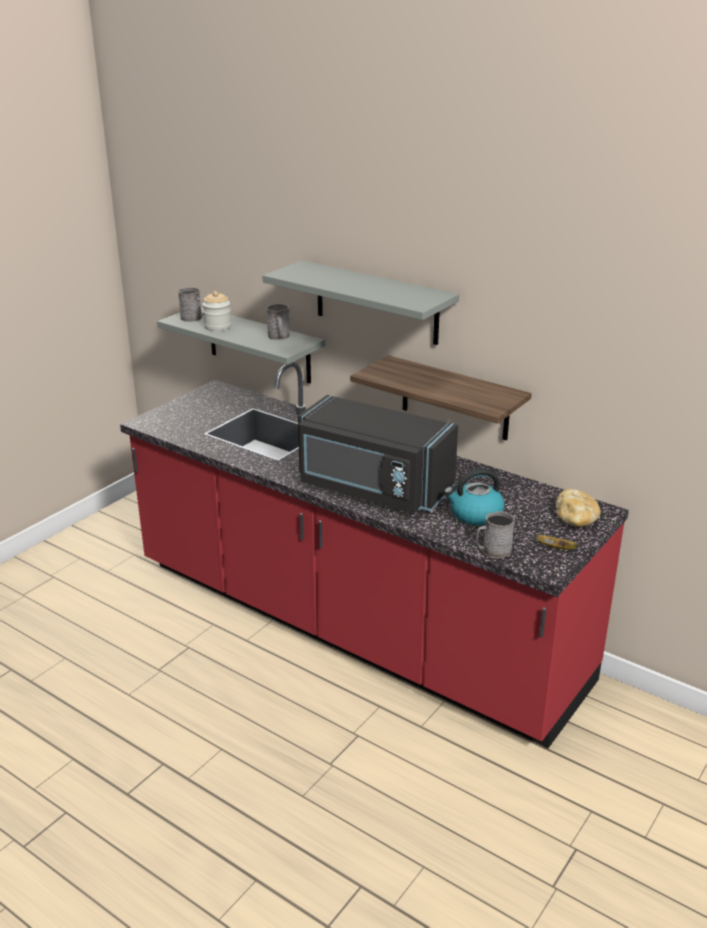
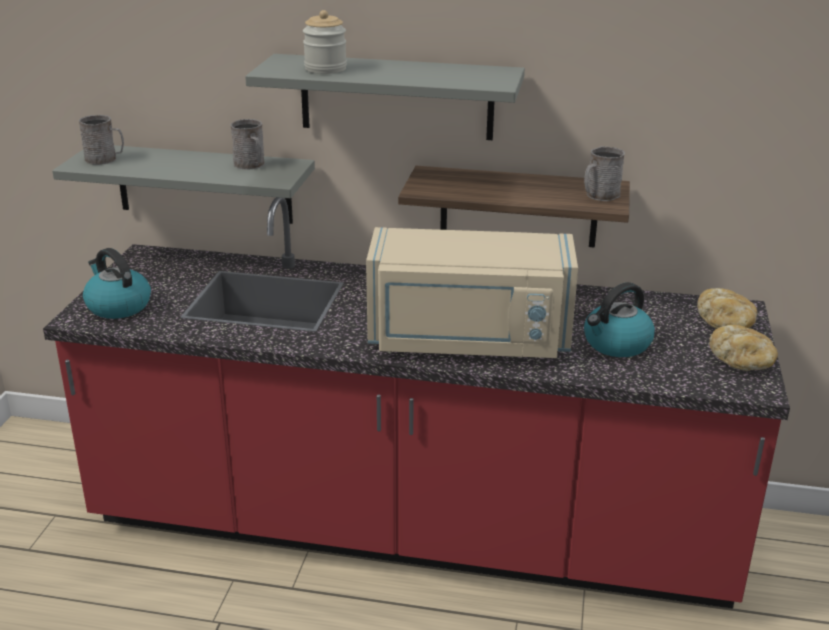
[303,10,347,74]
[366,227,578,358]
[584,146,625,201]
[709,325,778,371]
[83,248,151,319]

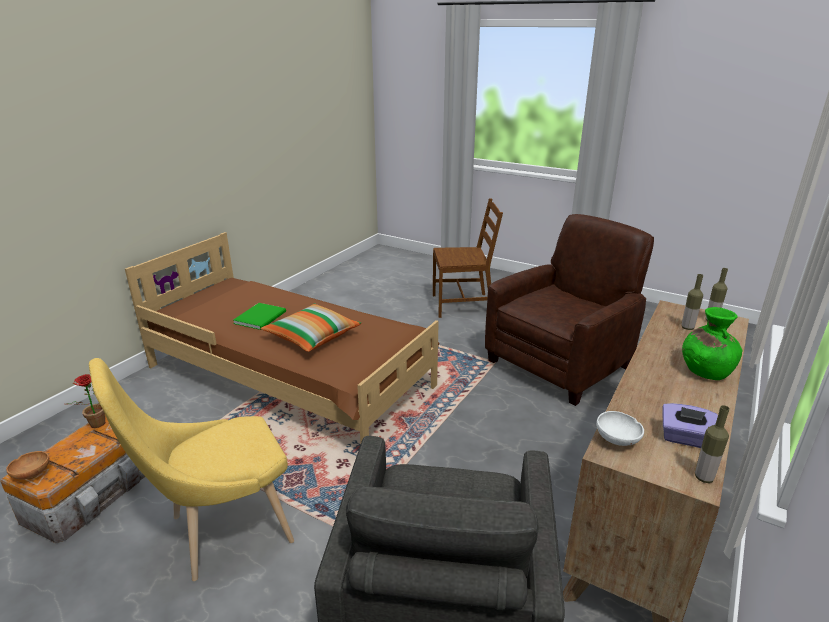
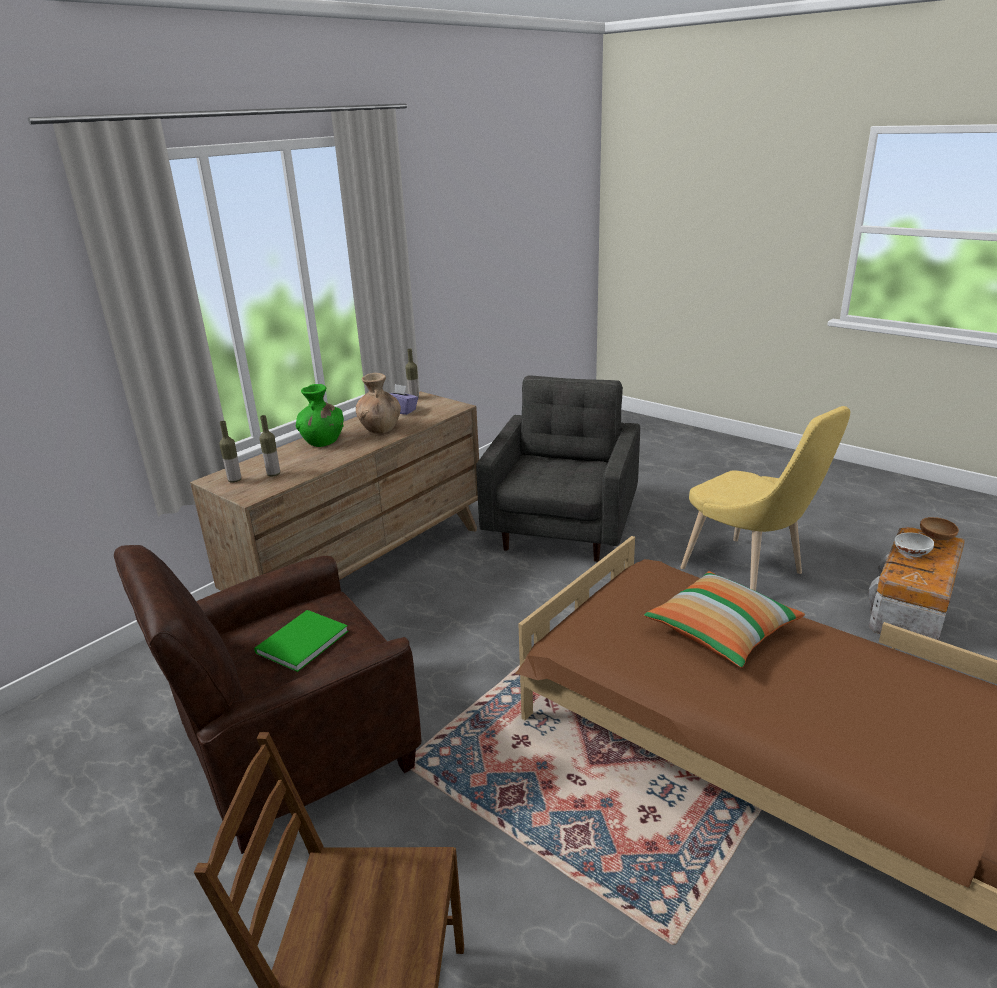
[254,610,348,672]
[680,406,850,591]
[66,374,105,428] (first image)
[894,533,934,557]
[356,373,401,434]

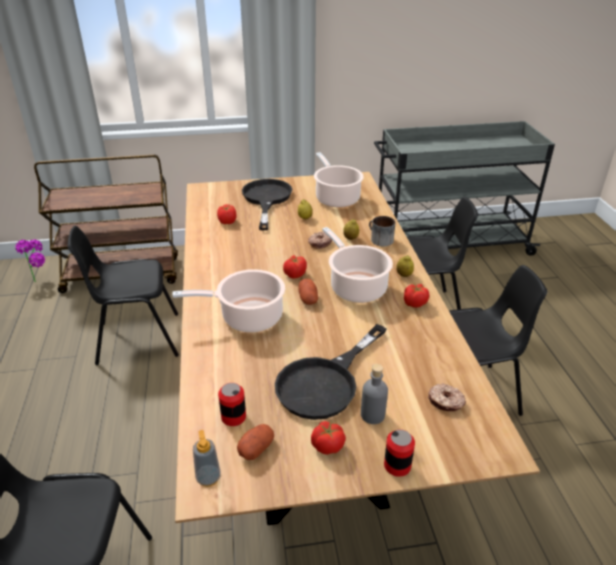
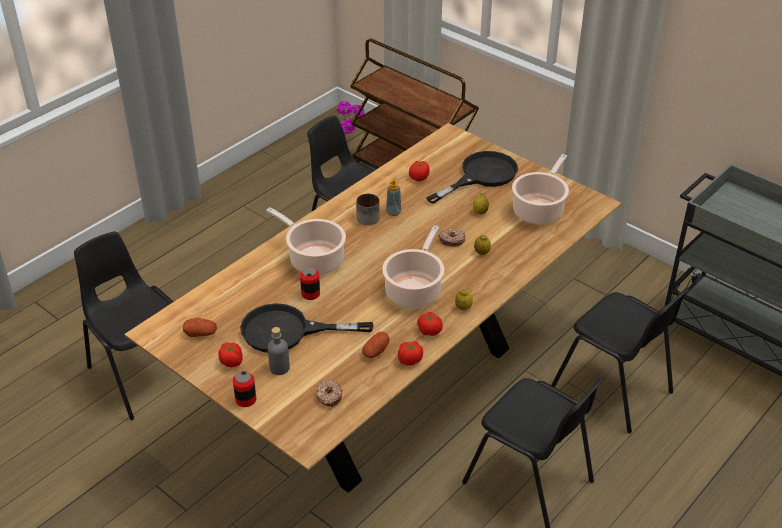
[356,194,380,225]
[398,341,423,366]
[362,332,390,358]
[300,267,320,300]
[386,178,401,216]

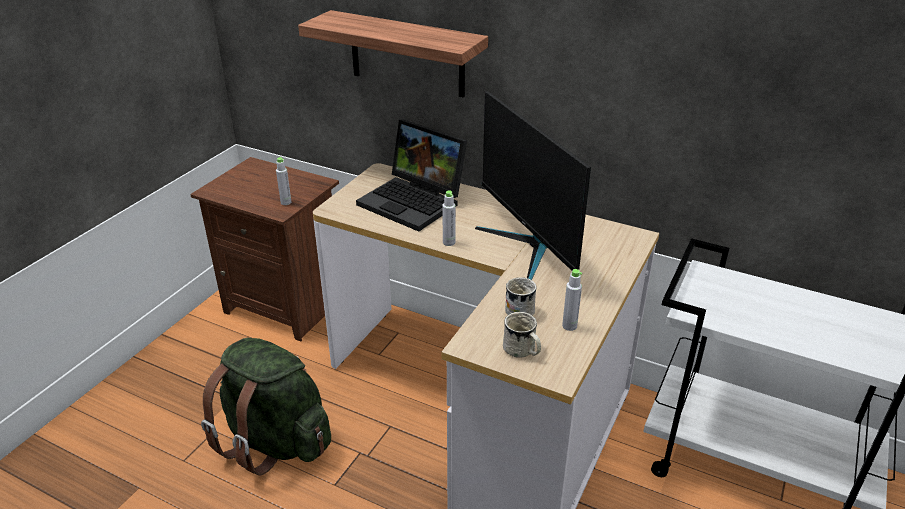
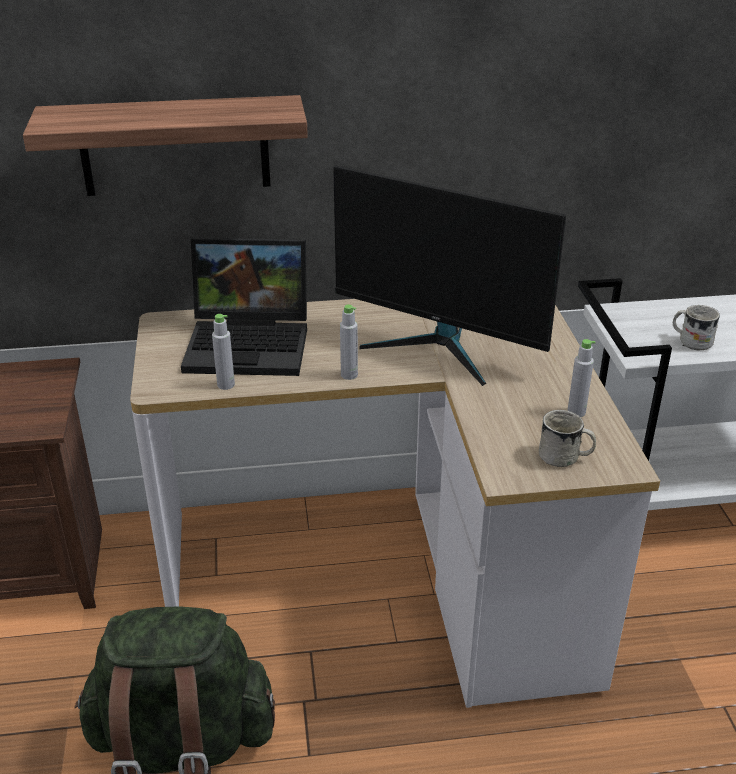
[212,314,235,390]
[673,305,720,350]

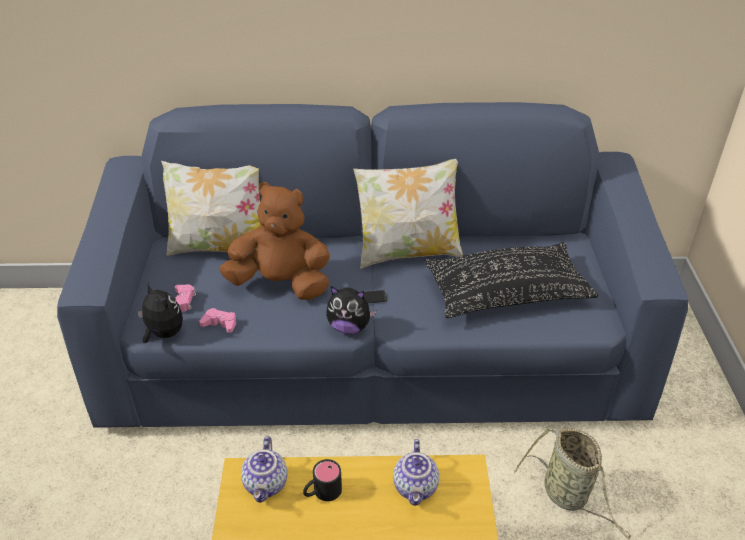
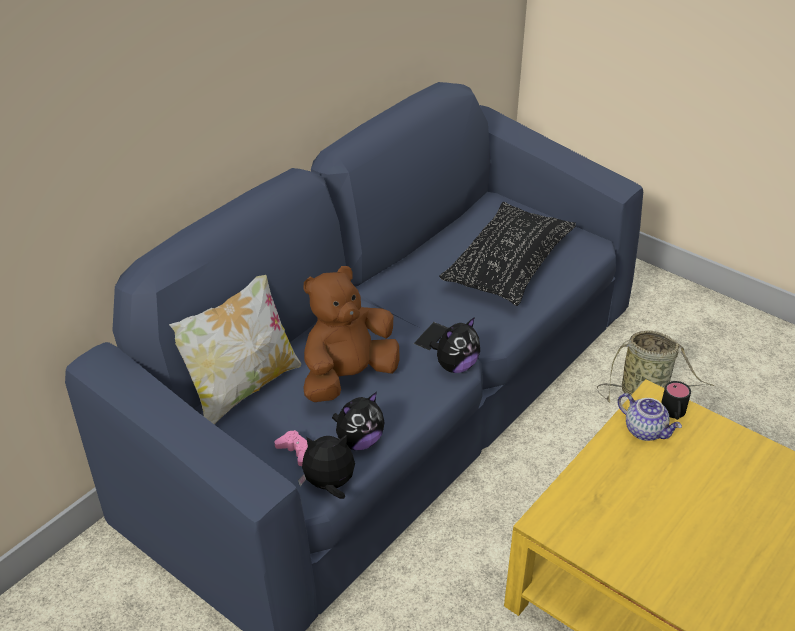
[353,159,463,269] (first image)
[332,392,384,450]
[241,436,287,503] (first image)
[661,381,691,420]

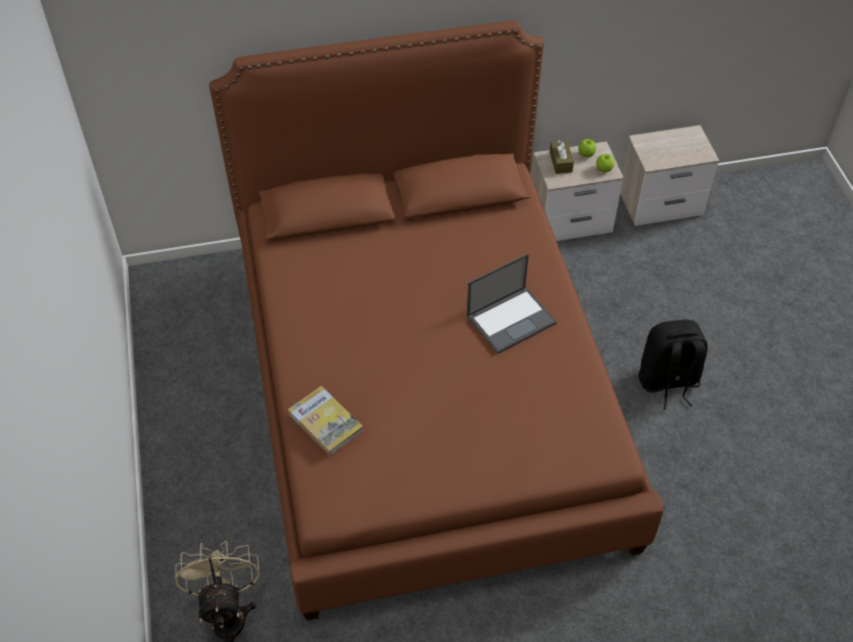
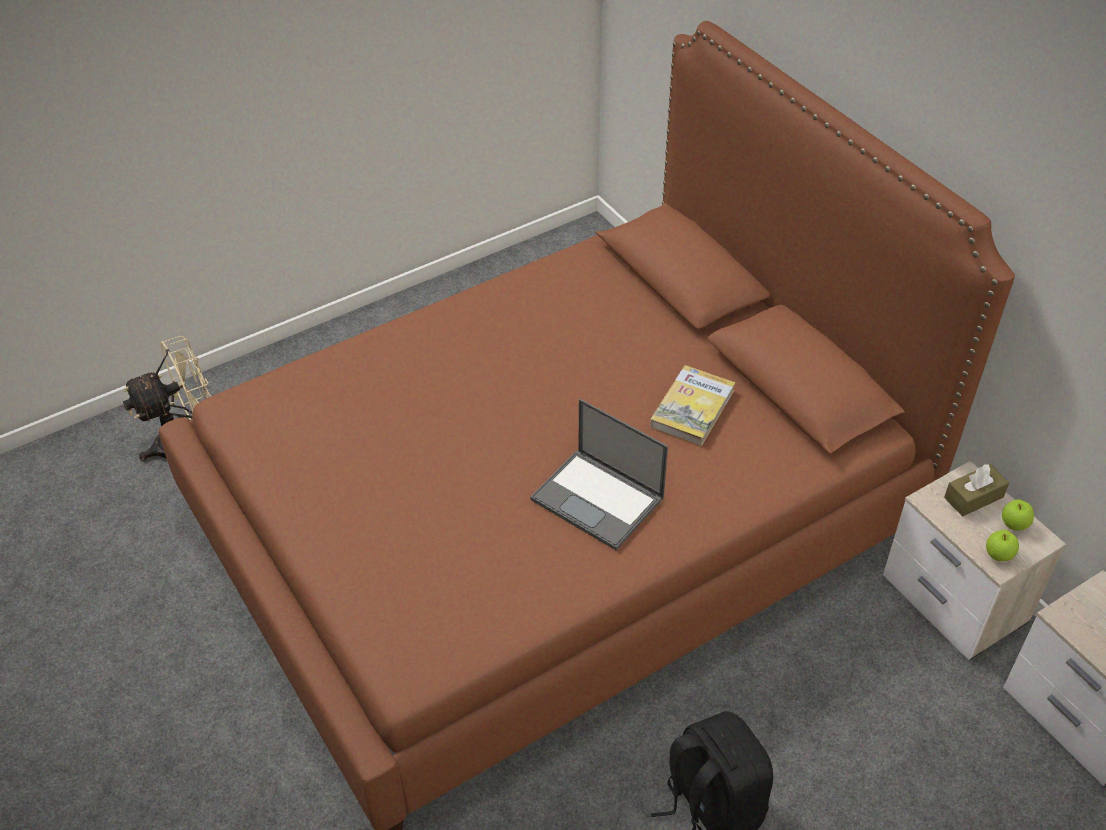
[650,365,736,446]

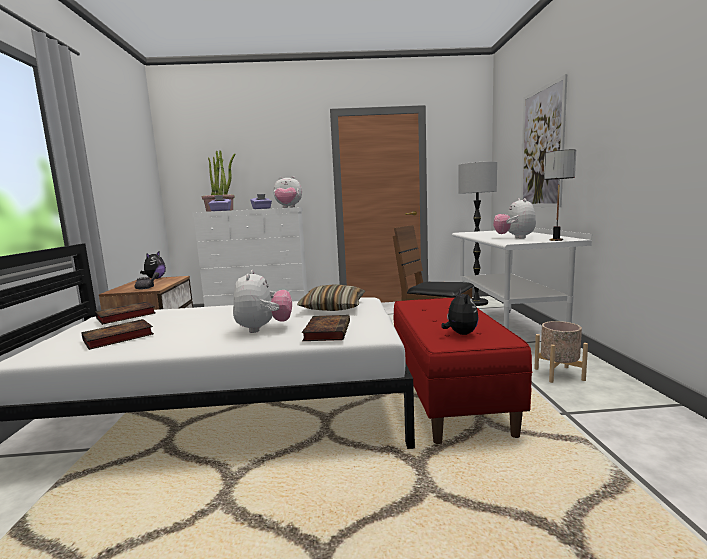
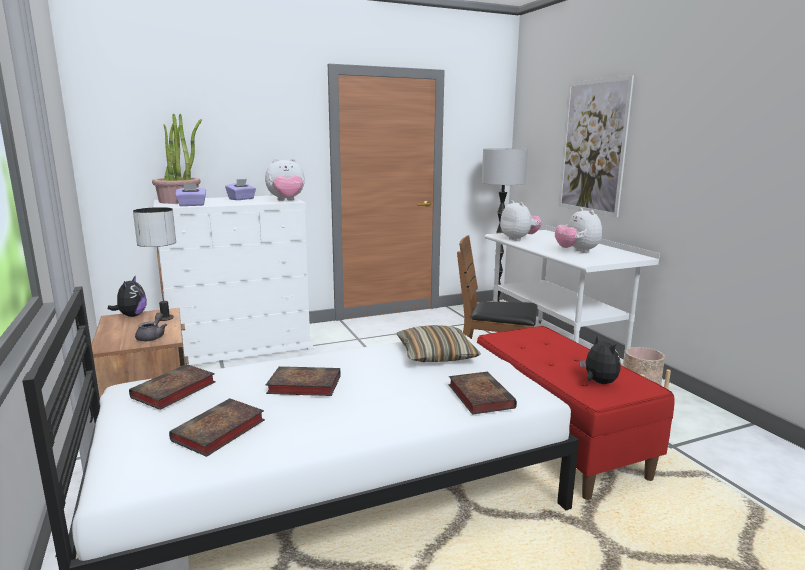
[133,207,176,321]
[500,200,542,241]
[266,366,341,396]

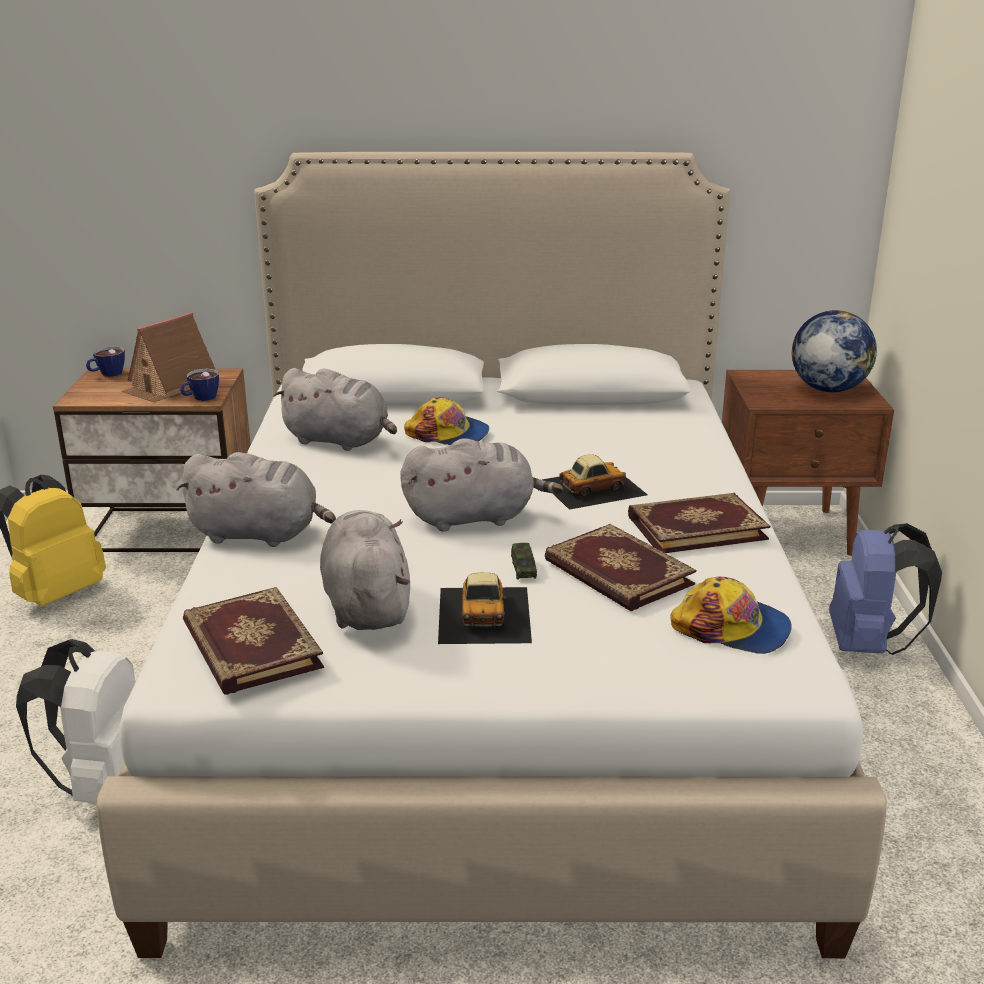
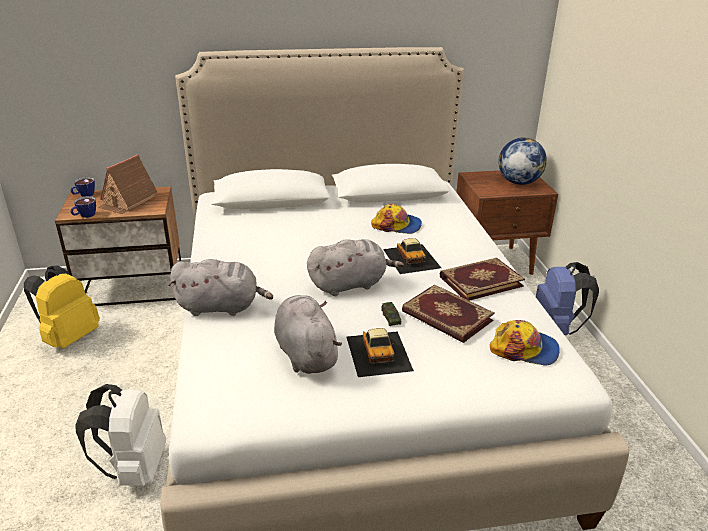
[274,368,397,451] (first image)
[70,196,96,218]
[371,204,422,234]
[383,238,441,274]
[183,587,324,695] (first image)

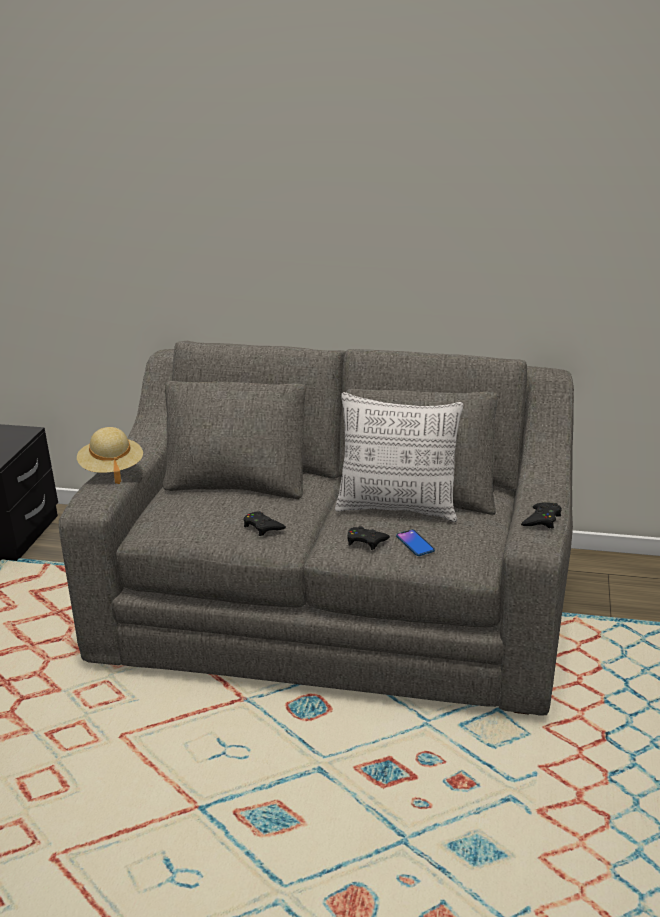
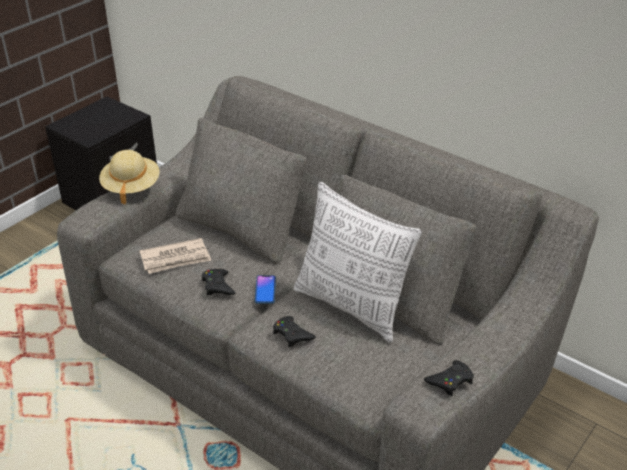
[255,275,276,304]
[140,238,211,274]

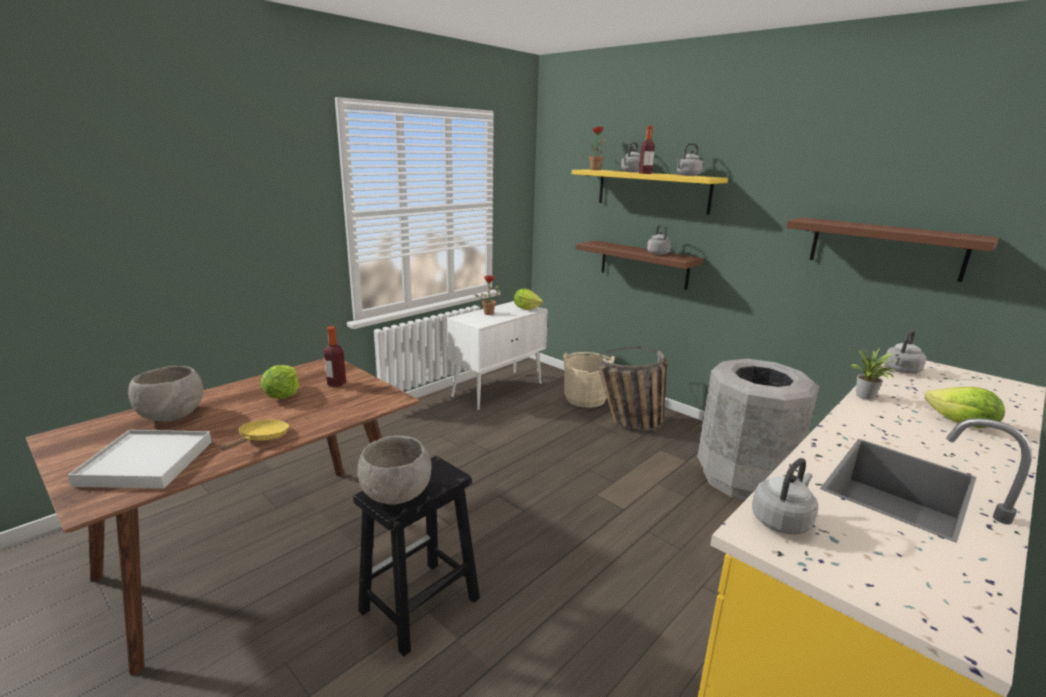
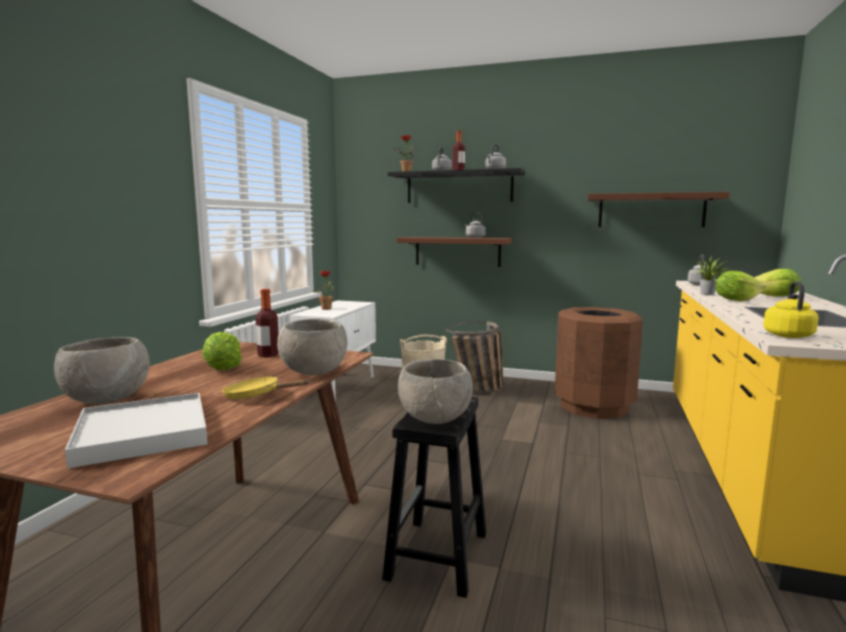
[388,168,525,203]
[715,271,765,301]
[555,307,643,419]
[222,377,310,399]
[763,281,819,338]
[277,319,347,375]

